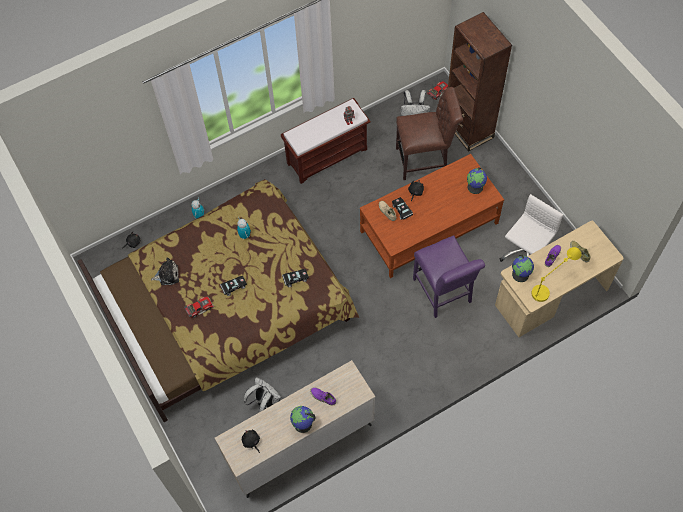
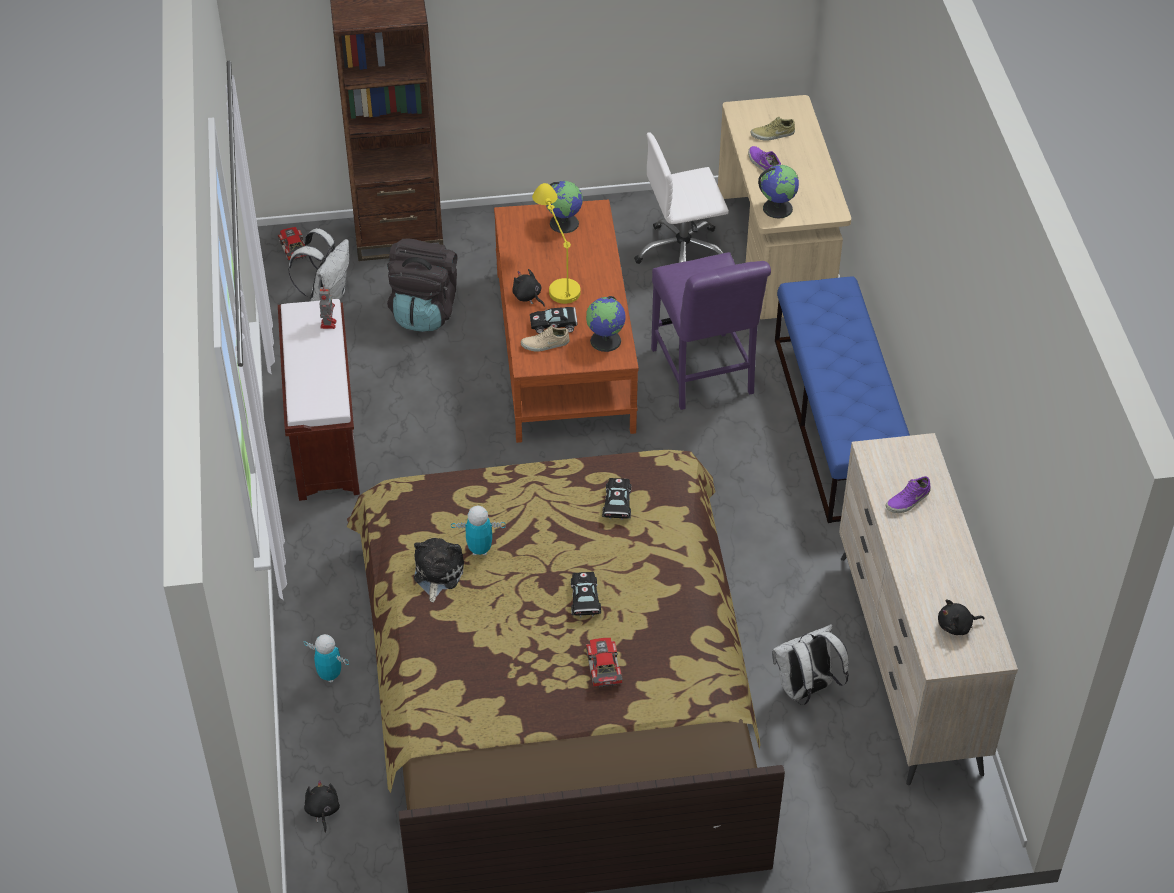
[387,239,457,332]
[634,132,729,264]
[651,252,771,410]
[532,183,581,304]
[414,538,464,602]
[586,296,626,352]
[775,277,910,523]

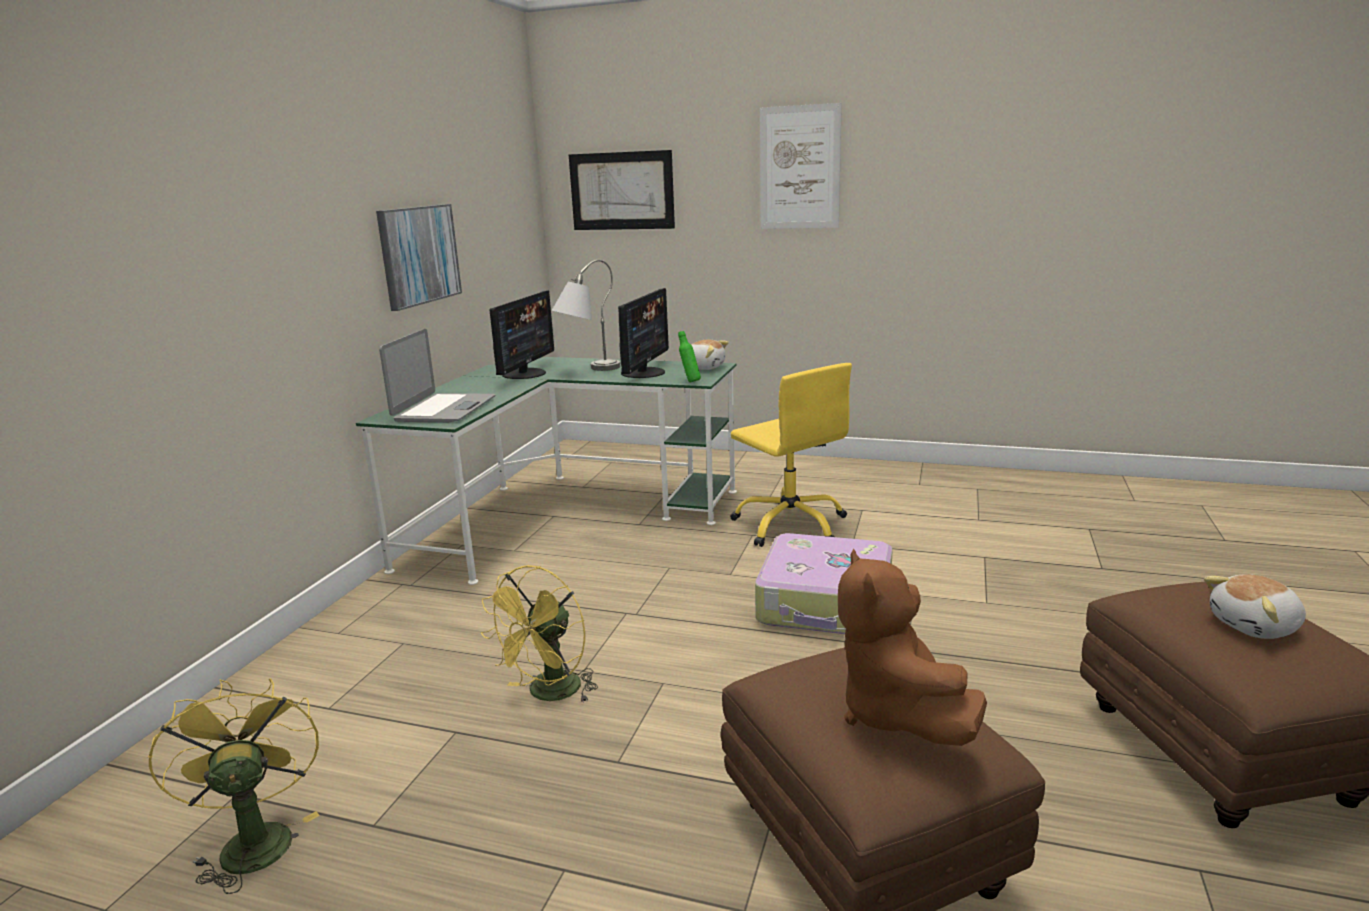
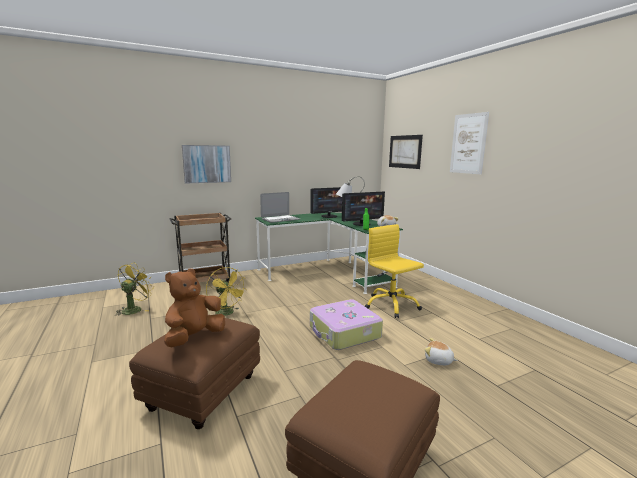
[182,145,231,184]
[365,224,424,318]
[206,267,246,316]
[425,338,458,365]
[170,213,231,282]

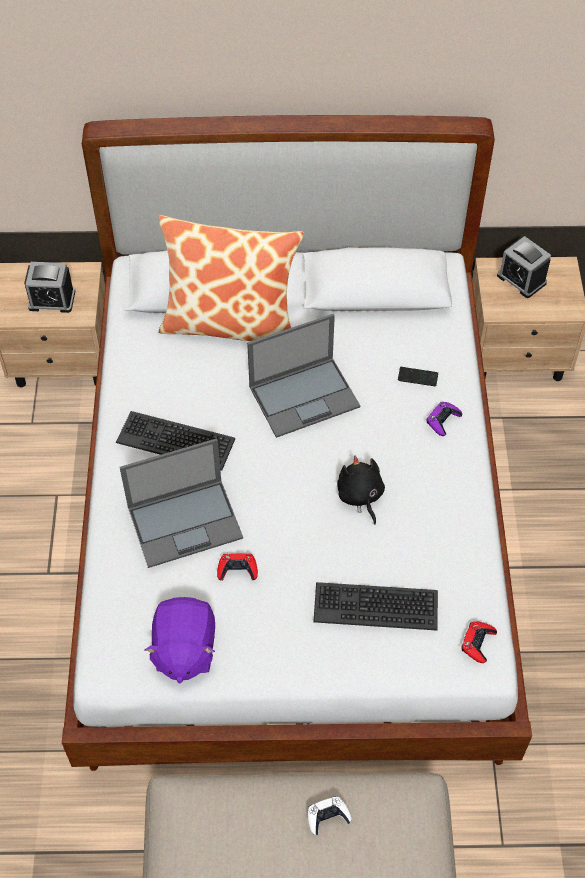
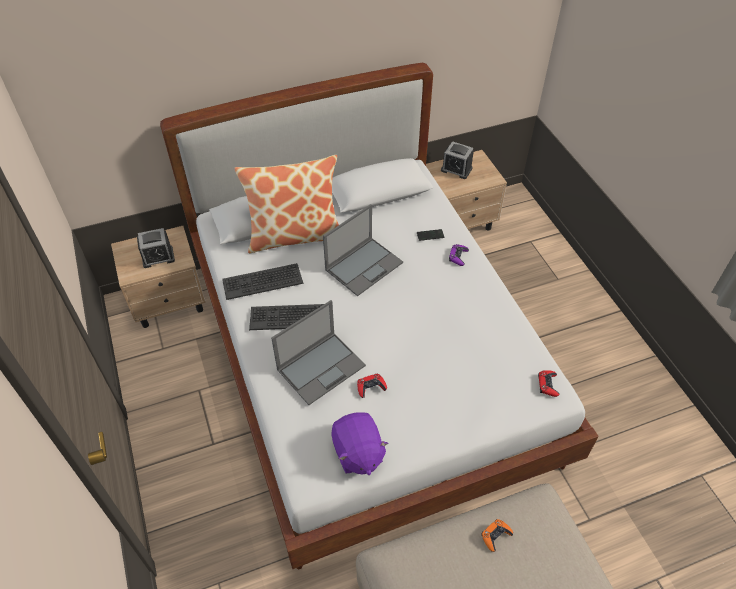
[337,456,385,525] (first image)
[222,263,303,300]
[481,519,513,552]

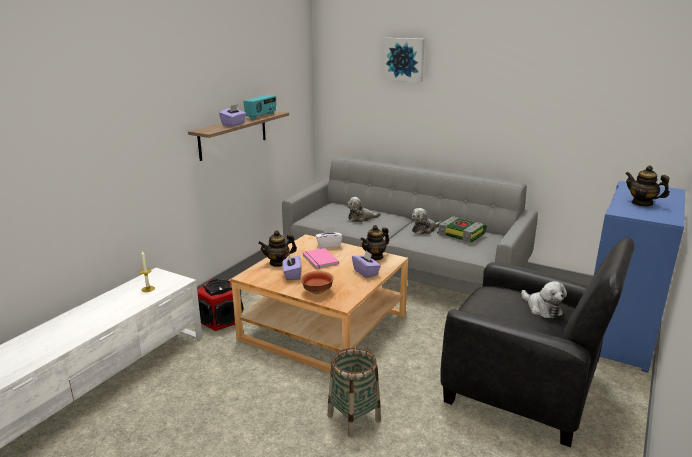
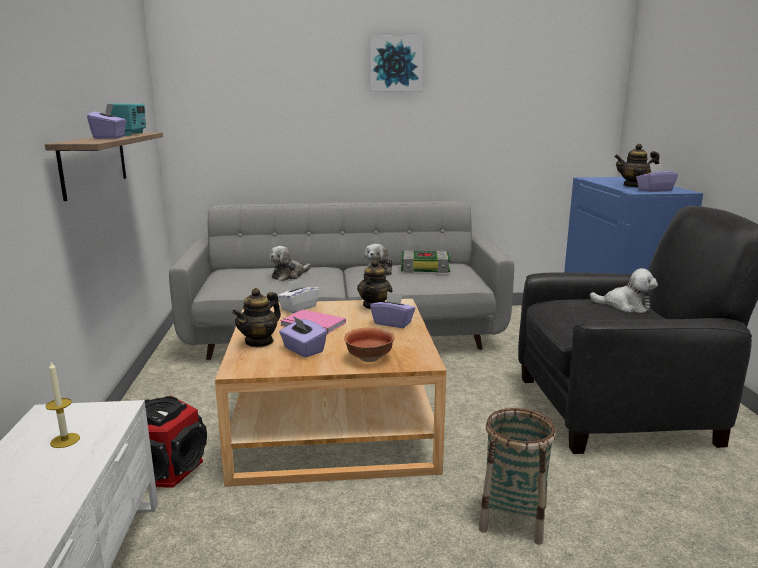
[370,35,423,92]
[636,164,678,192]

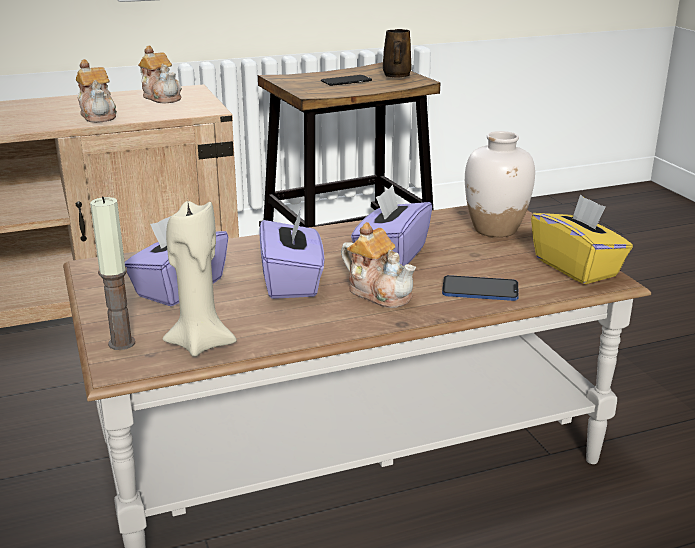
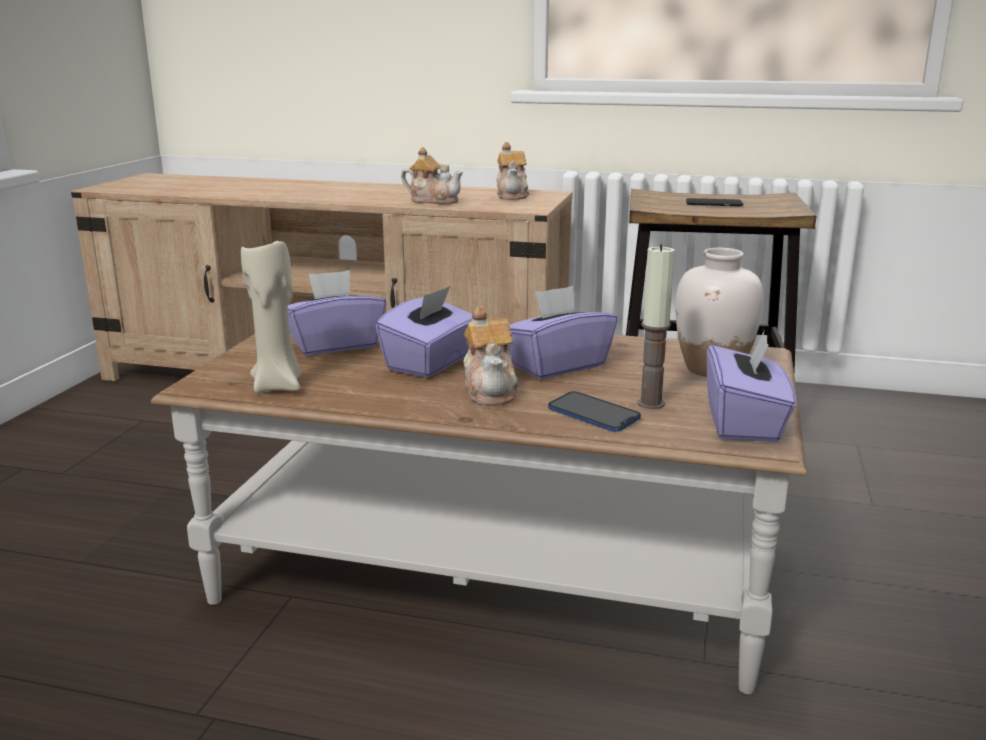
[383,29,411,78] (first image)
[401,147,463,204]
[707,332,796,442]
[637,244,675,409]

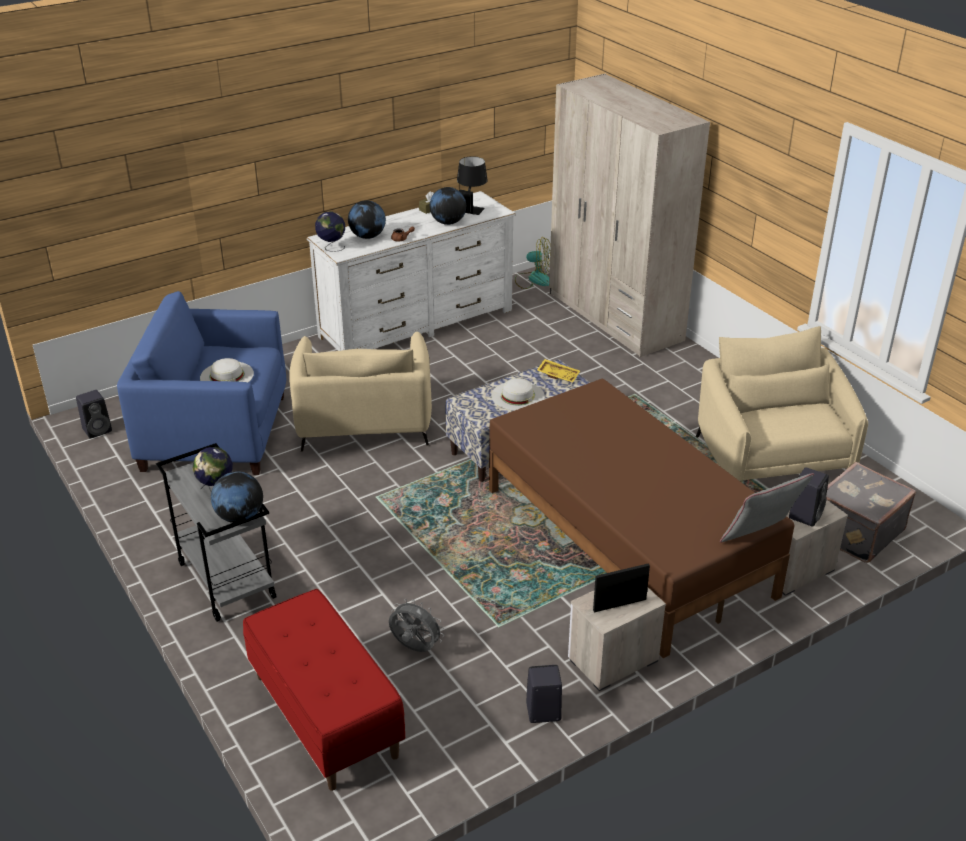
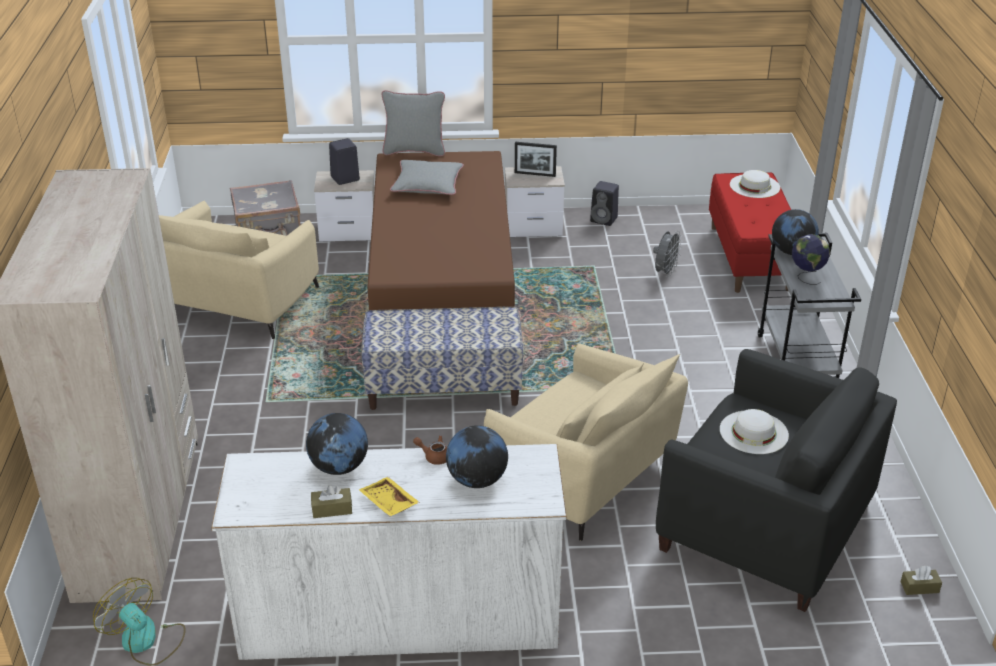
[457,156,488,215] (first image)
[315,211,345,252] (first image)
[656,349,897,612]
[484,343,688,541]
[359,477,420,516]
[730,170,780,198]
[901,566,942,595]
[653,231,683,277]
[390,160,464,195]

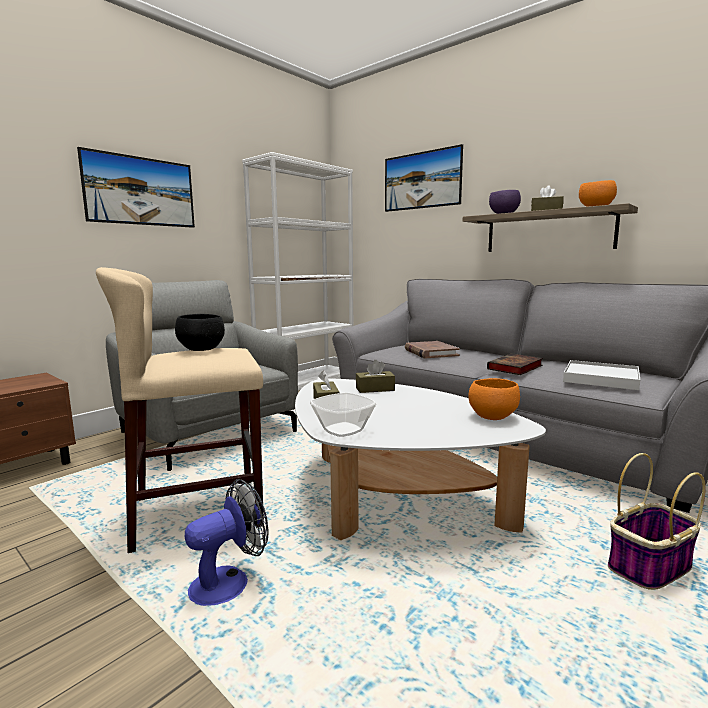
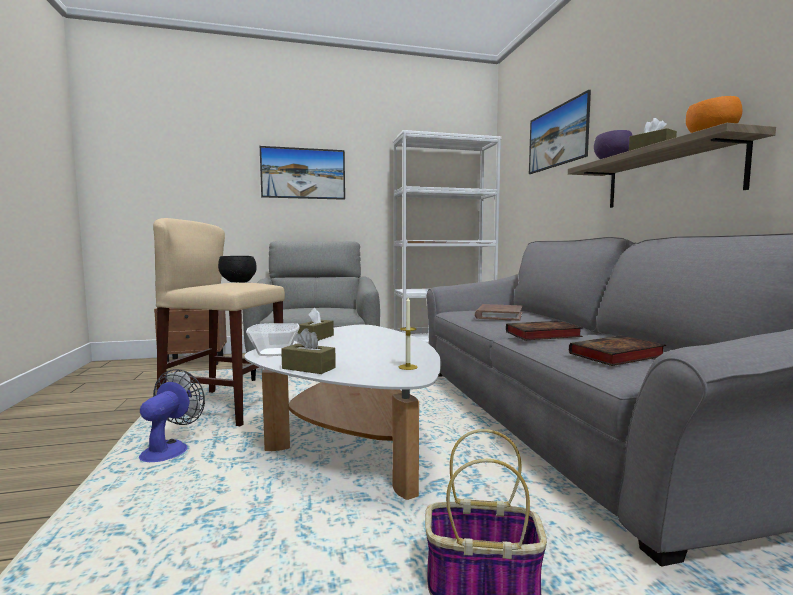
[281,328,336,374]
[569,335,666,366]
[399,297,418,370]
[139,369,205,462]

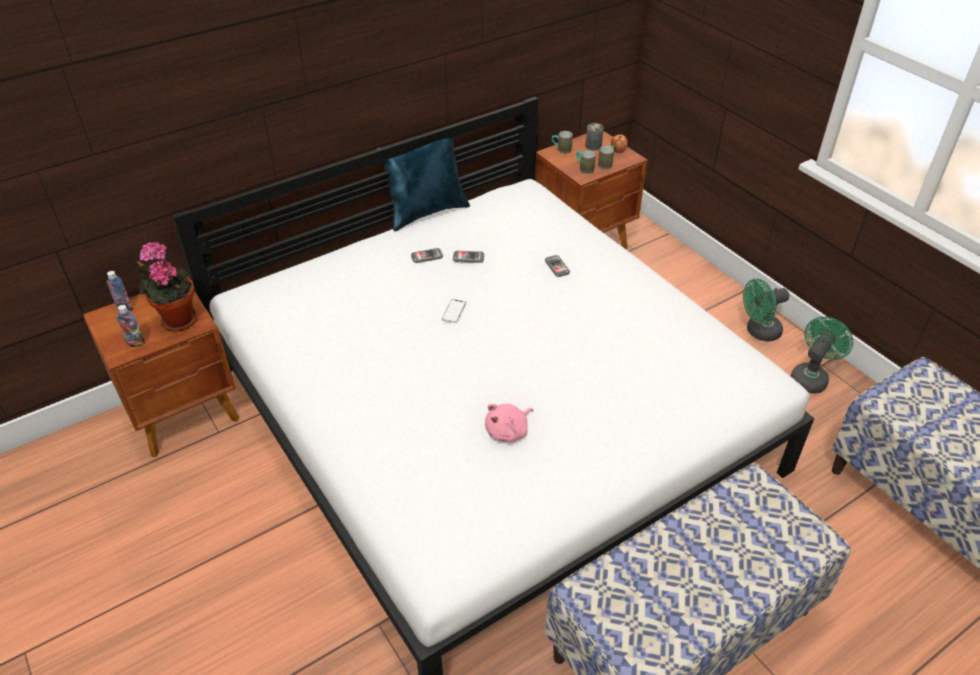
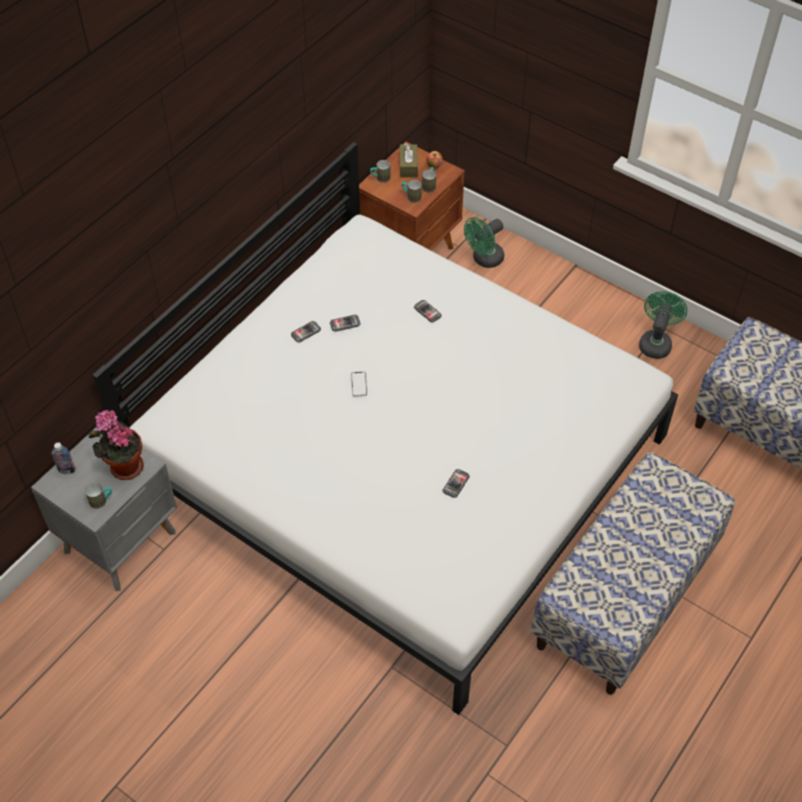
[400,143,418,178]
[376,138,470,232] (first image)
[464,217,504,268]
[31,428,177,591]
[85,483,112,509]
[443,469,470,498]

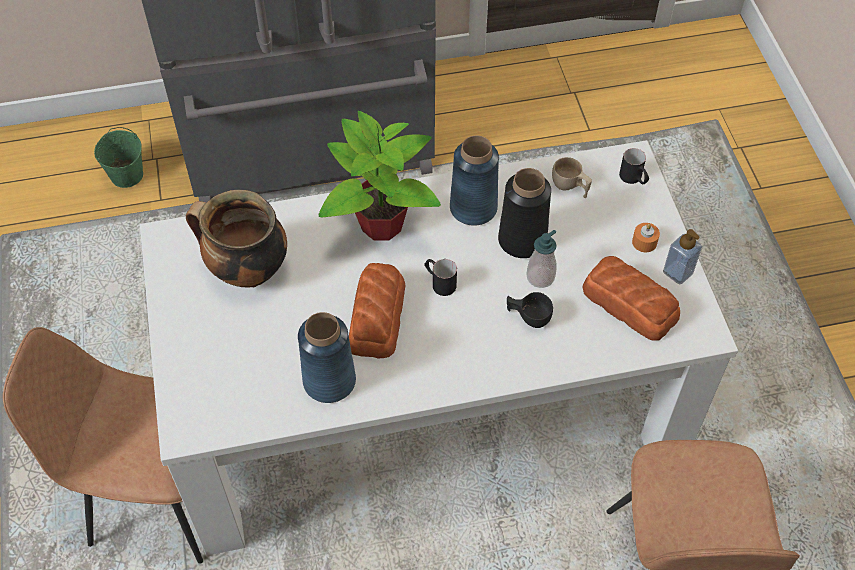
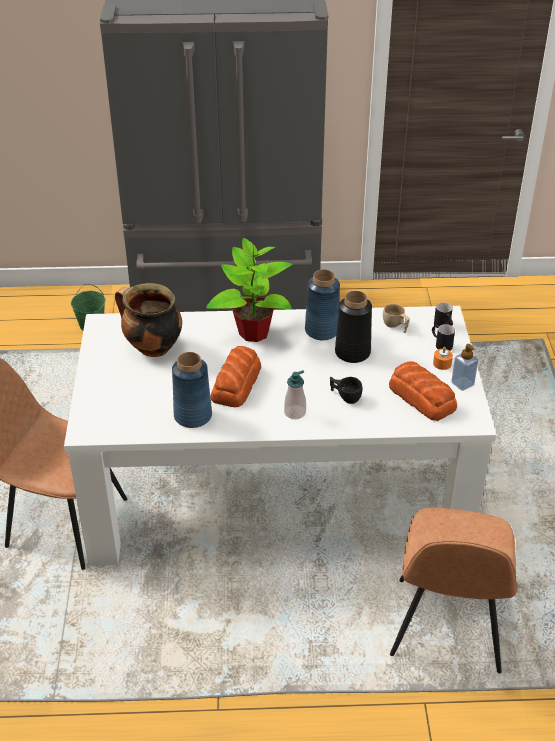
[284,370,306,419]
[432,324,455,351]

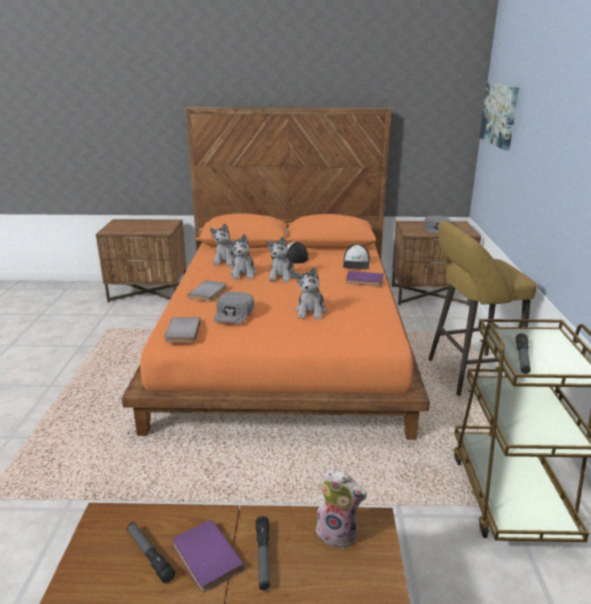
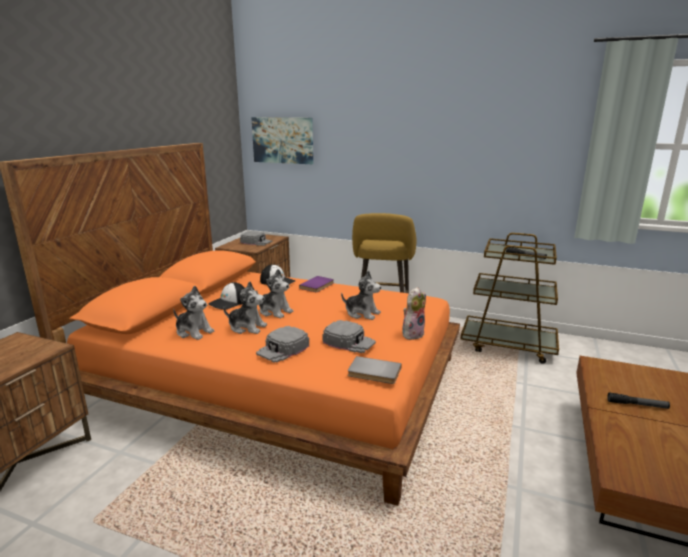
[256,326,309,363]
[402,287,426,340]
[173,519,244,592] (first image)
[127,522,175,583] (first image)

